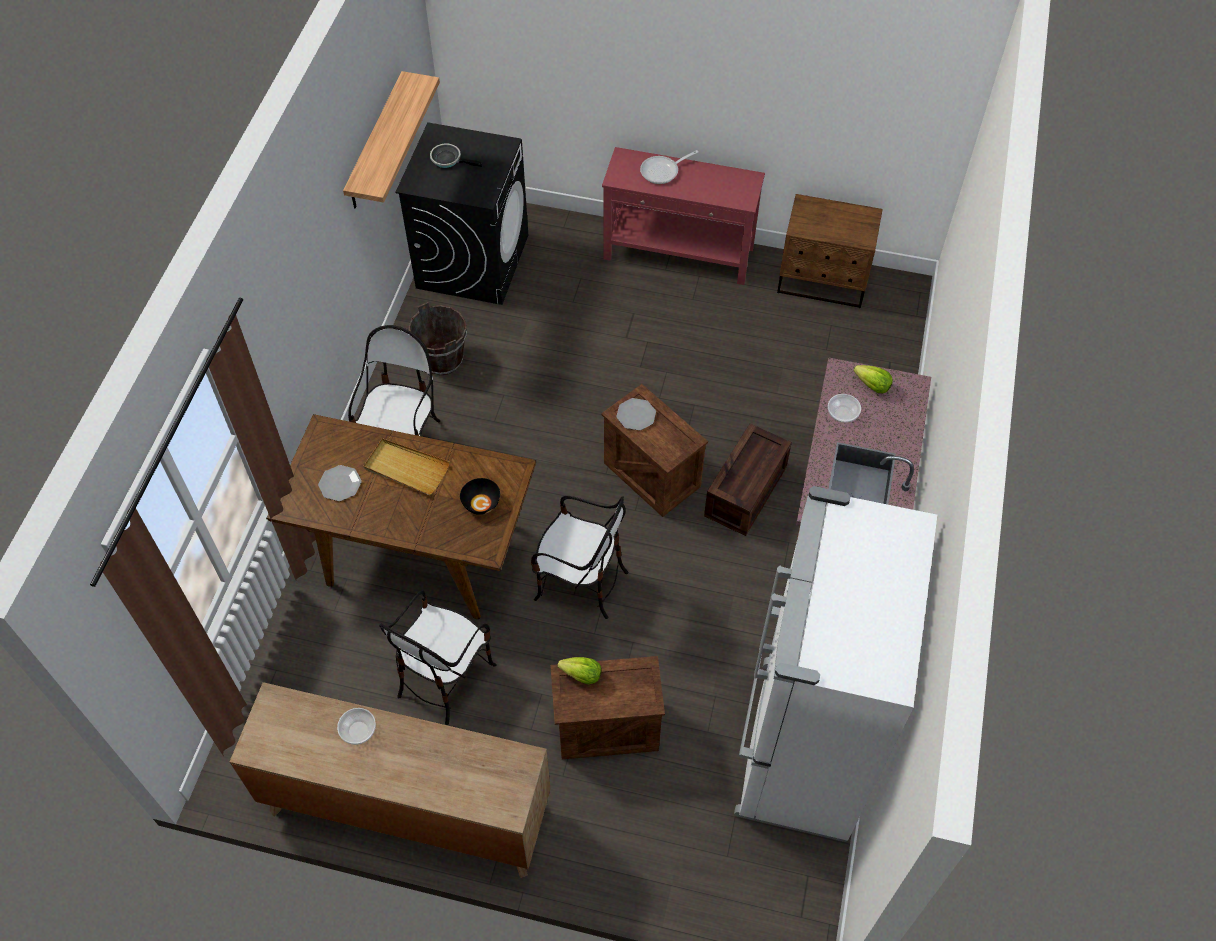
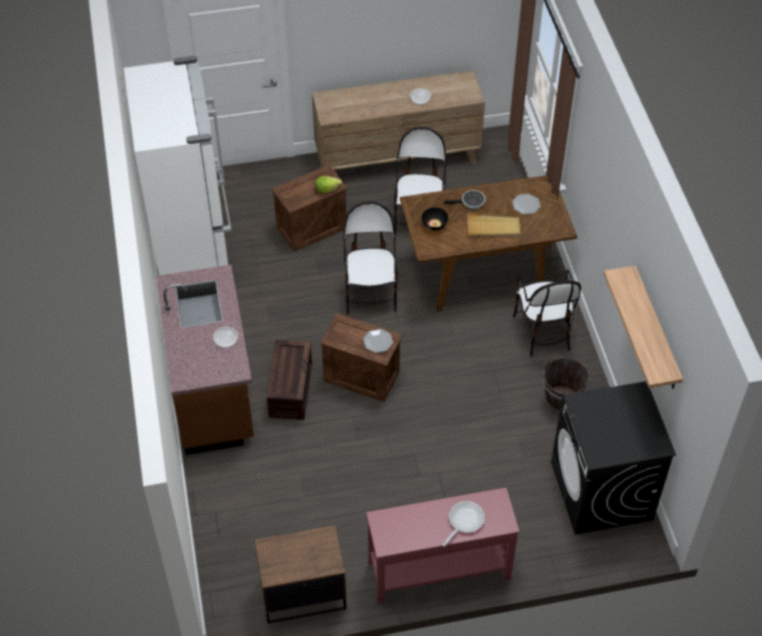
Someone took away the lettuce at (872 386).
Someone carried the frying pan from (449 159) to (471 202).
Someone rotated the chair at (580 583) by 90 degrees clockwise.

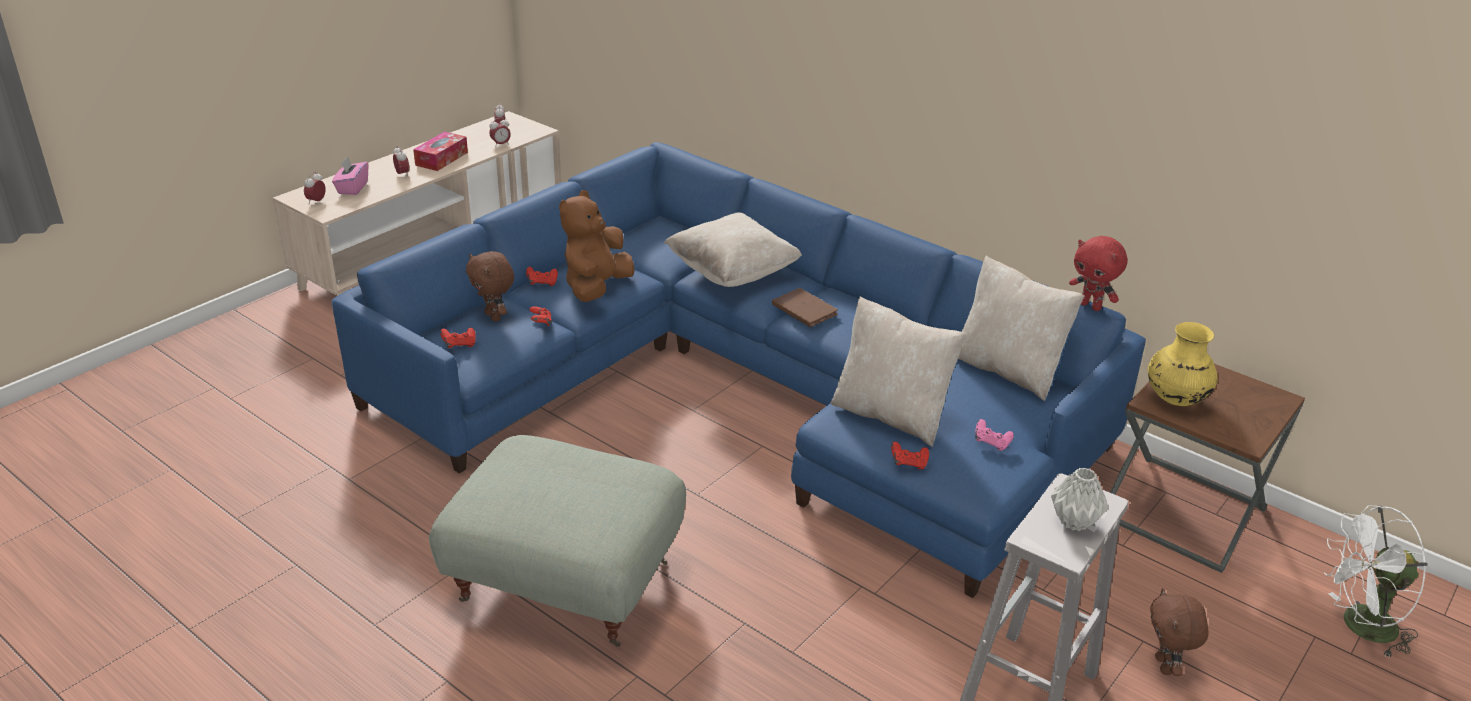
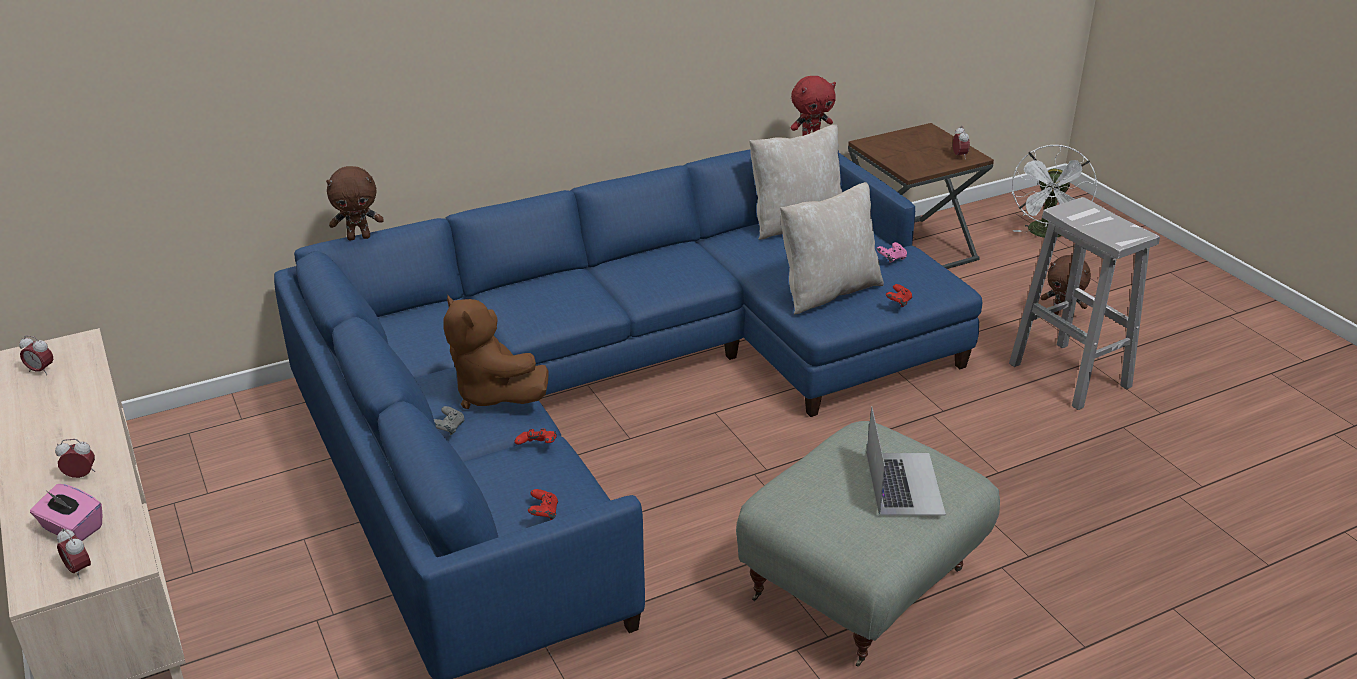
Someone took away the tissue box at (441 159).
Someone took away the pillow/beige at (732 273).
Someone took away the book/brown at (804 310).
Someone took away the vase/grey at (1075 522).
Someone took away the vase/yellow at (1174 399).
Someone put down the laptop at (904 483).
Someone carried the plush toy/brown from (494 316) to (359 237).
Someone carried the alarm clock from (500 144) to (959 156).
Someone repainted the game controller/red at (542 283), which became the game controller/grey at (448 429).

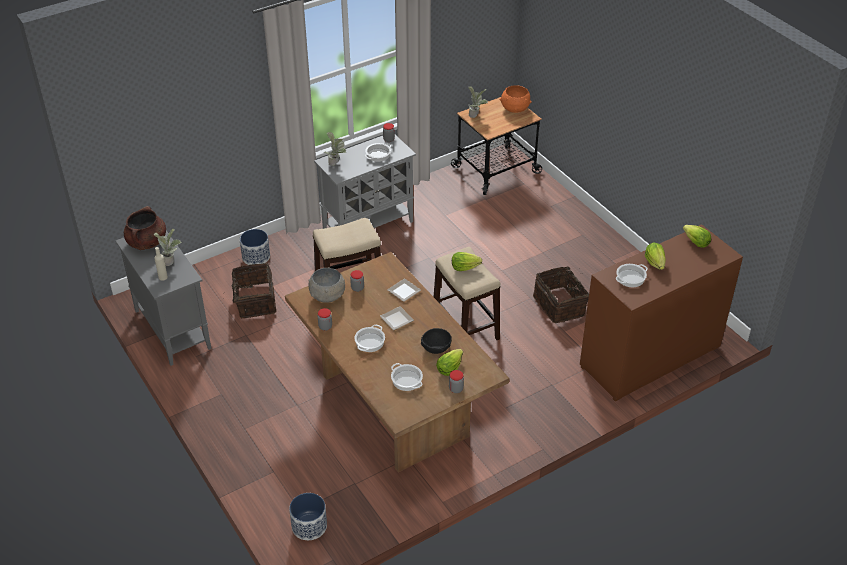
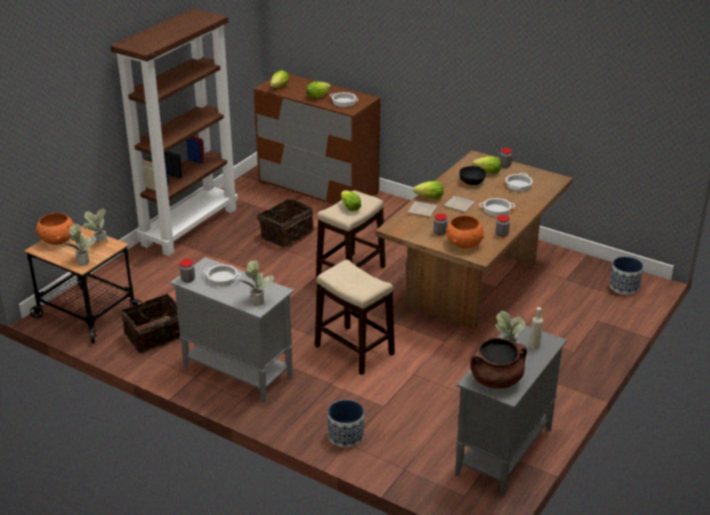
Someone put down the potted plant at (98 243).
Someone put down the bookcase/brown at (189 226).
Someone put down the lettuce at (430 197).
Someone carried the basket from (254 301) to (155 336).
Someone repainted the bowl/grey at (327 295), which became the bowl/orange at (464 244).

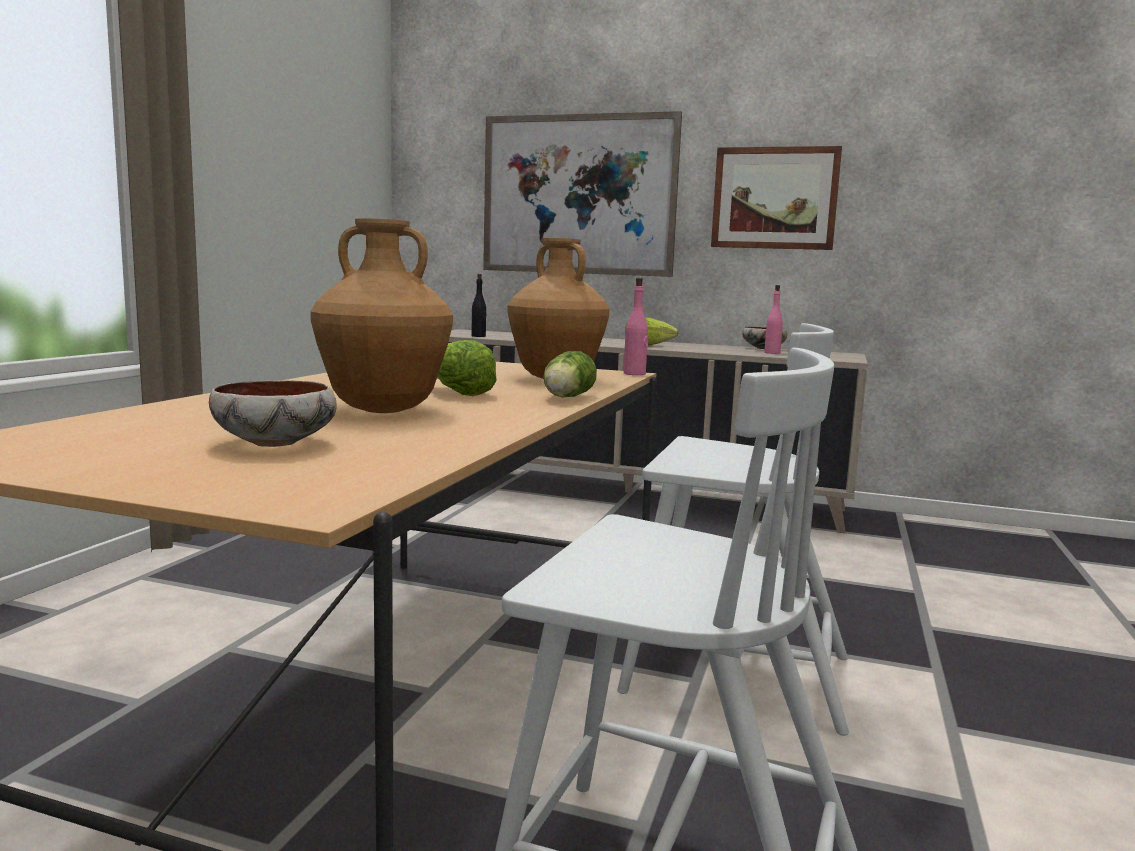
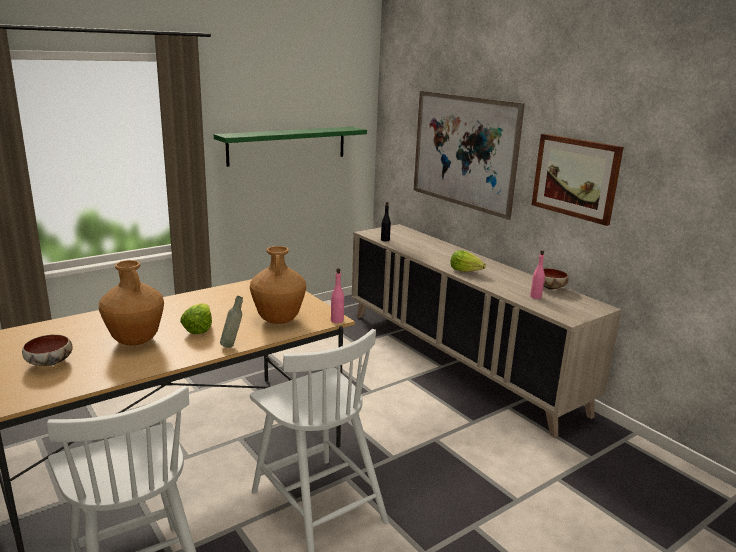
Someone put up the shelf/green at (287 145).
Someone swapped the lettuce at (566 398) for the bottle/grey at (232 345).

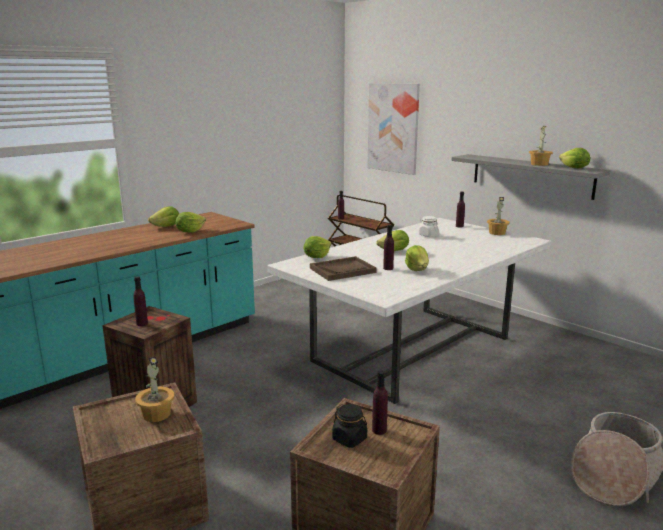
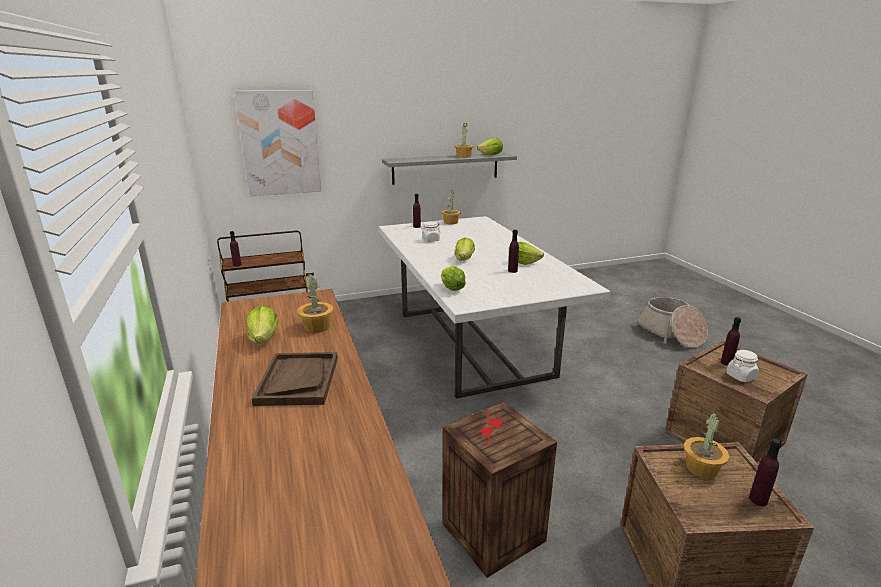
Someone carried the bottle/purple from (142 324) to (758 500).
Someone carried the tray/brown from (342 270) to (298 380).
Someone swapped the lettuce at (190 231) for the potted plant at (317 327).
Someone repainted the jar/black at (350 439), which became the jar/white at (741 376).

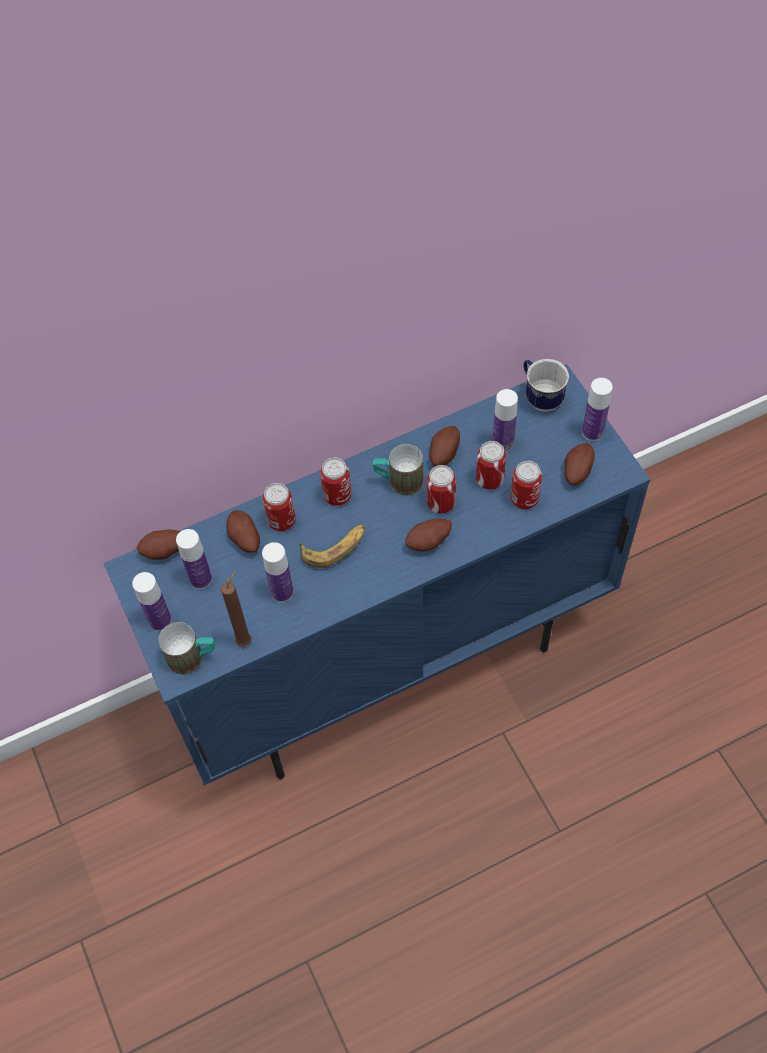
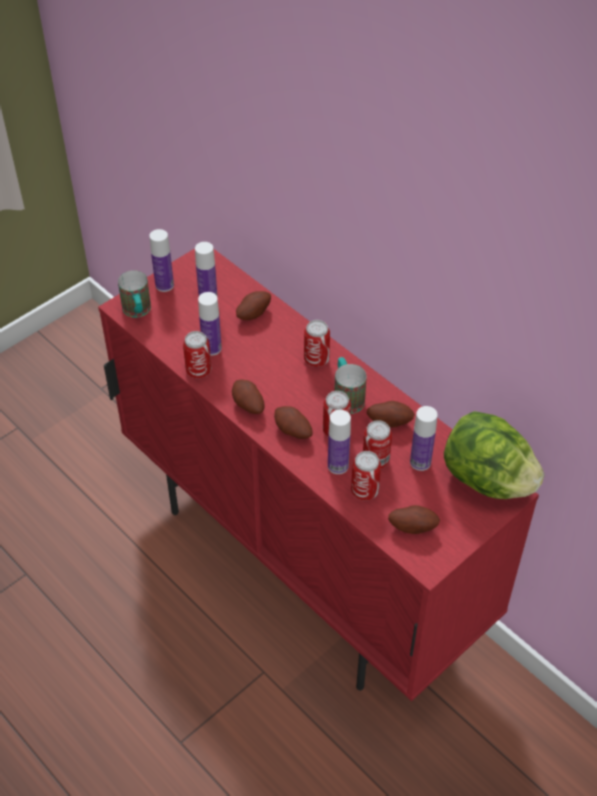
Someone took away the candle/brown at (246 640).
Someone took away the banana at (335 547).
Someone carried the potato from (165 552) to (247 406).
Someone carried the can from (281 521) to (198 371).
Someone carried the bottle from (592 432) to (338 466).
Someone swapped the mug at (540 397) for the lettuce at (487 480).
Someone repainted the cabinet/blue at (390 662), which became the cabinet/red at (303 564).

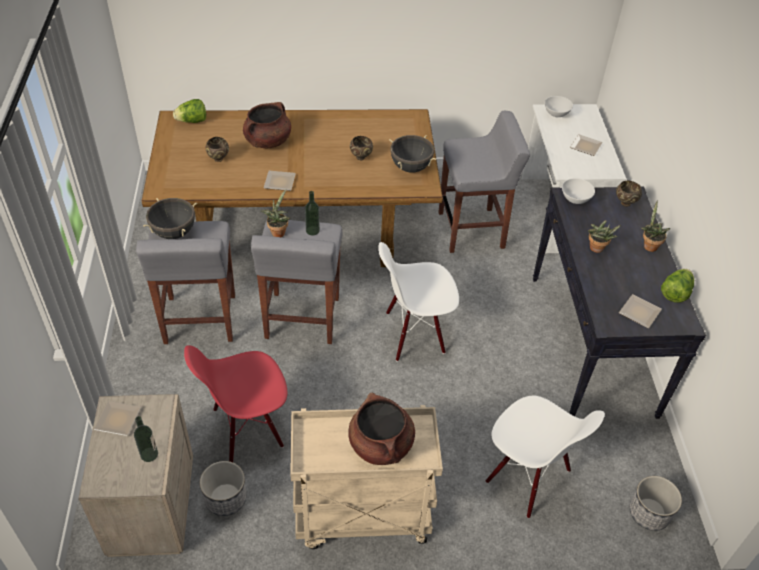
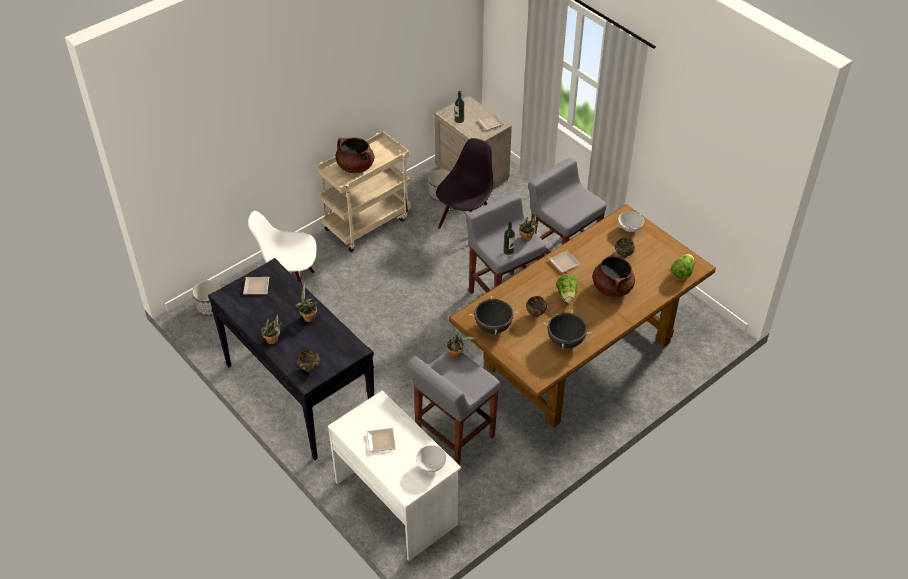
Someone took away the chair/white at (414 334).
Someone put down the potted plant at (457 354).
Someone carried the cooking pot/black from (174 232) to (566 341).
Someone carried the bowl/white from (575 200) to (630 228).
Someone carried the lettuce from (675 293) to (567 295).
Someone repainted the chair/red at (247 429), which became the chair/black at (465 225).

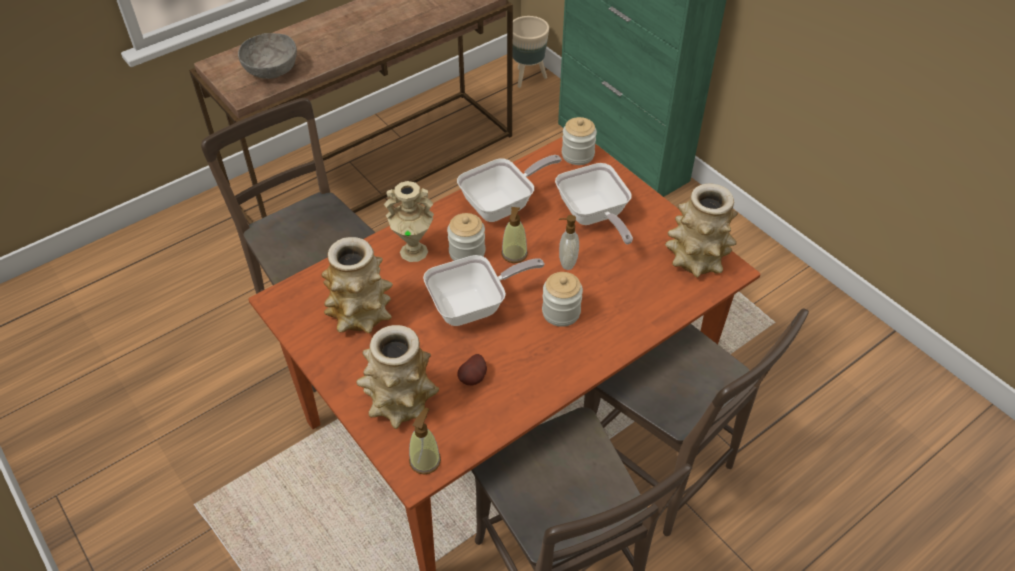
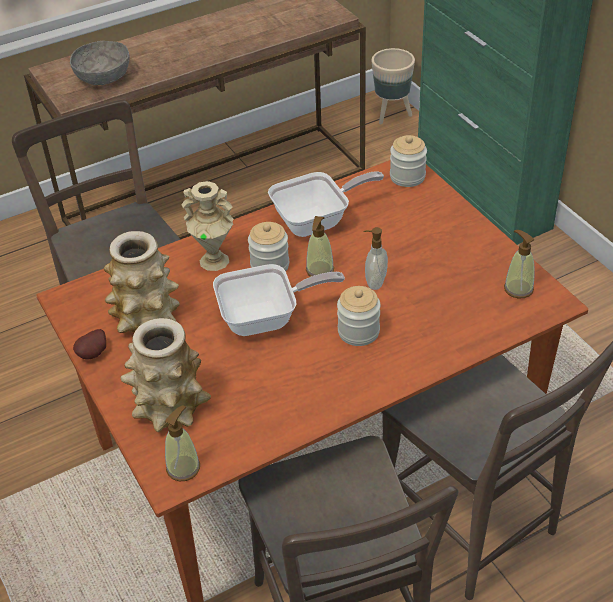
Someone took away the frying pan at (593 217).
Someone carried the potato from (474 378) to (94 354).
Someone swapped the vase at (696 259) for the soap dispenser at (518 288).

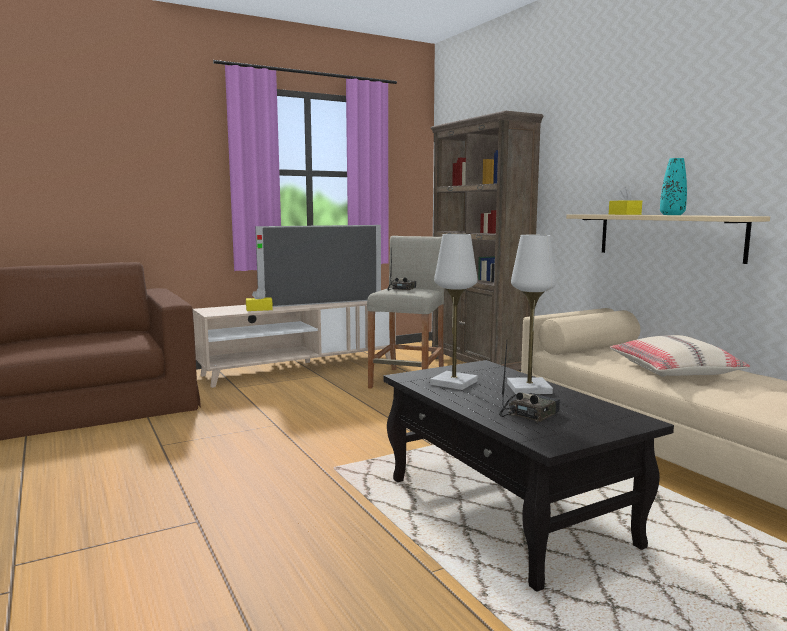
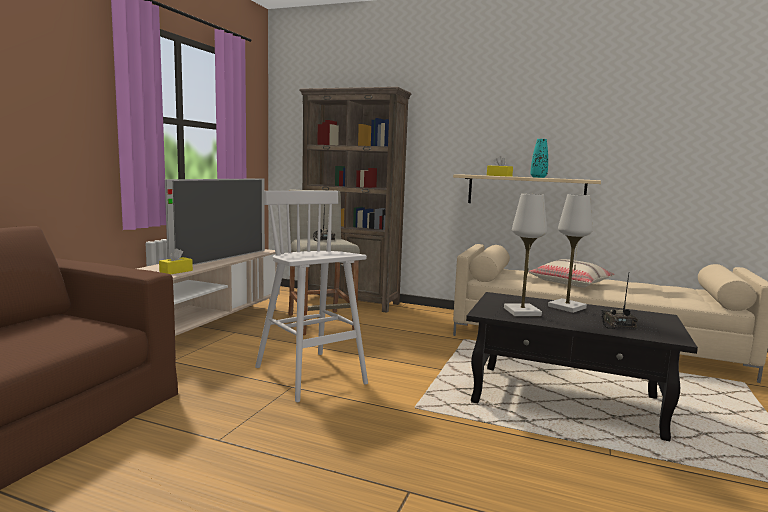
Someone put down the stool/white at (311 376).

